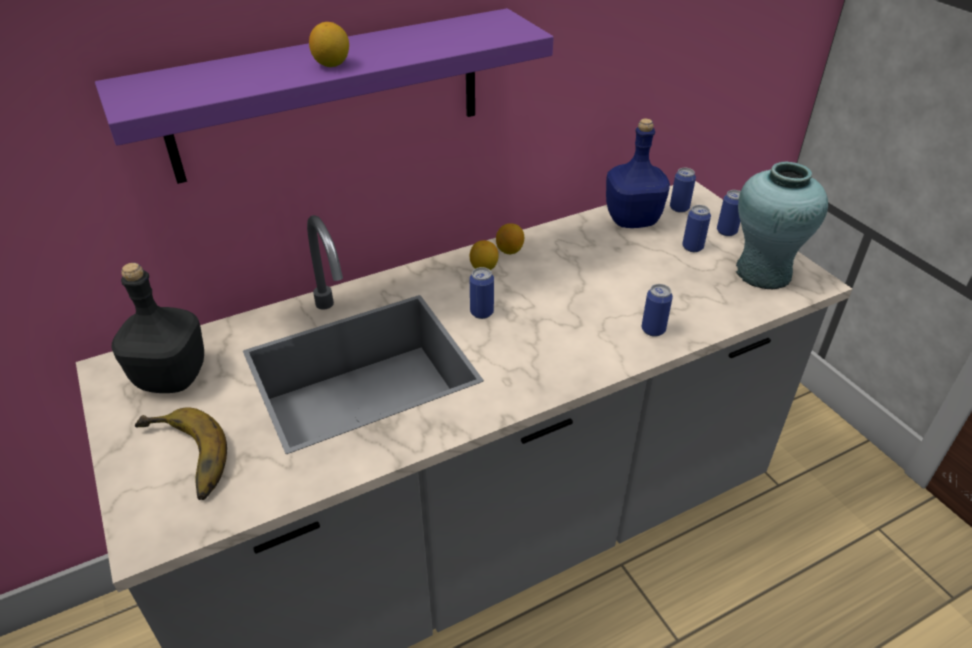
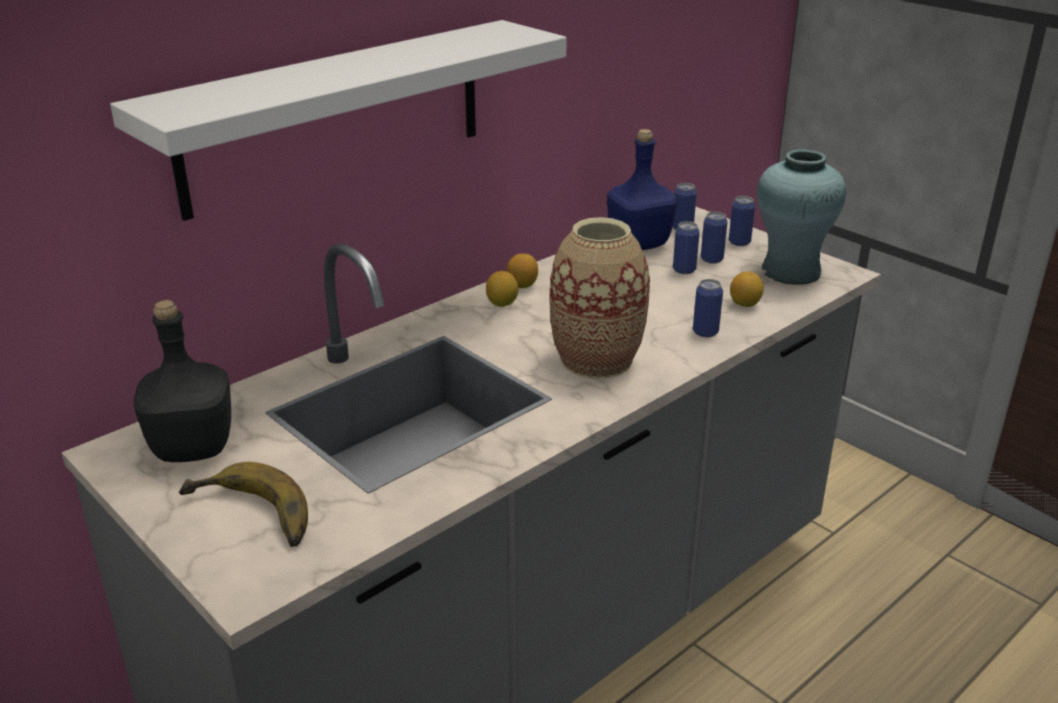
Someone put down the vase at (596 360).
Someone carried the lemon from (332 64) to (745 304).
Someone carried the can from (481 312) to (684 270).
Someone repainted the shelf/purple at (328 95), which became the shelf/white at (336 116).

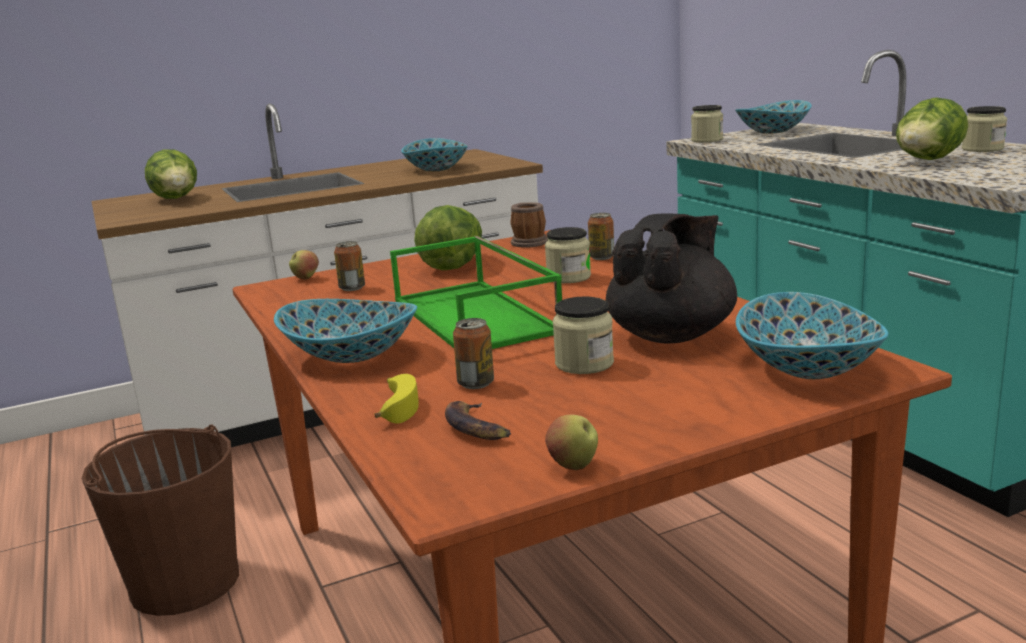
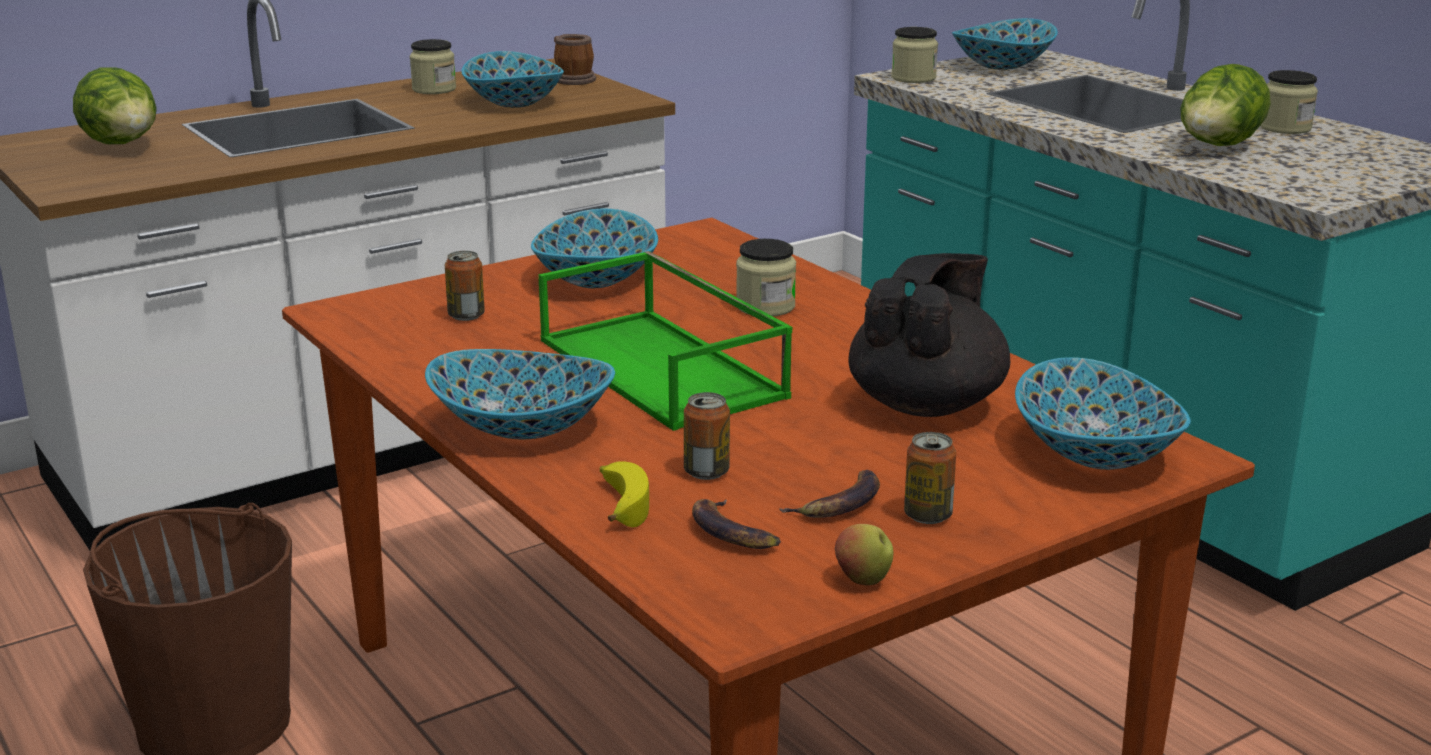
Someone took away the apple at (306 278).
Someone put down the banana at (839 503).
Someone carried the mug from (527 242) to (571 79).
Someone carried the jar from (584 363) to (434 89).
Someone carried the can from (602 257) to (927 515).
Someone swapped the lettuce at (453 265) for the bowl at (594 279).

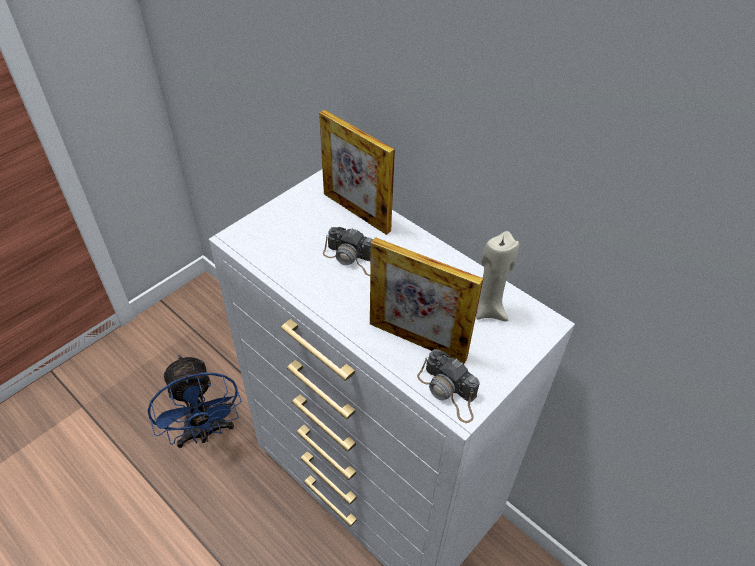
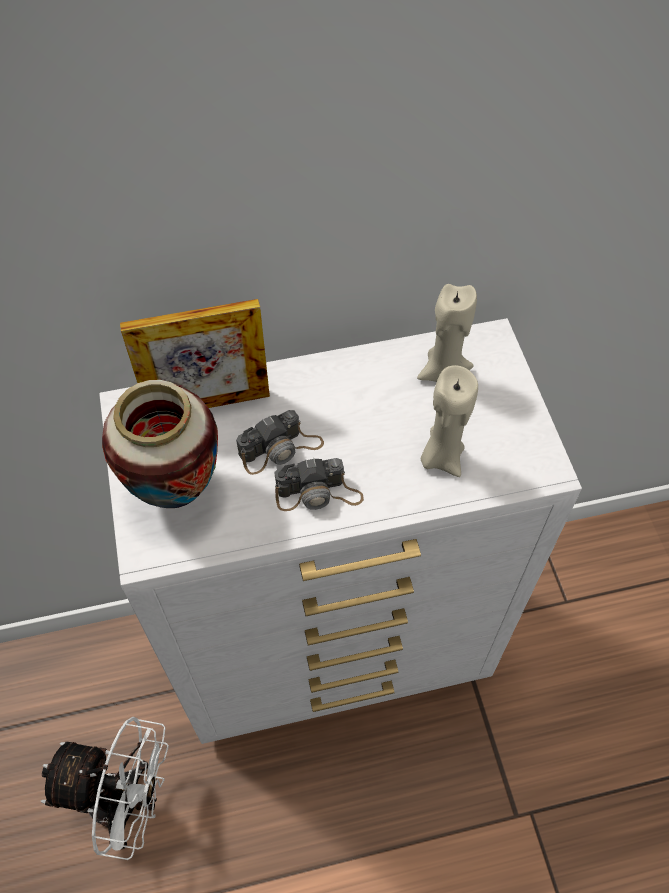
Someone put down the vase at (176 492).
Someone carried the photo camera from (449 391) to (318 493).
Someone swapped the picture frame at (417 341) for the candle/beige at (441 456).
Someone repainted the fan/blue at (205 432), which became the fan/white at (128 803).

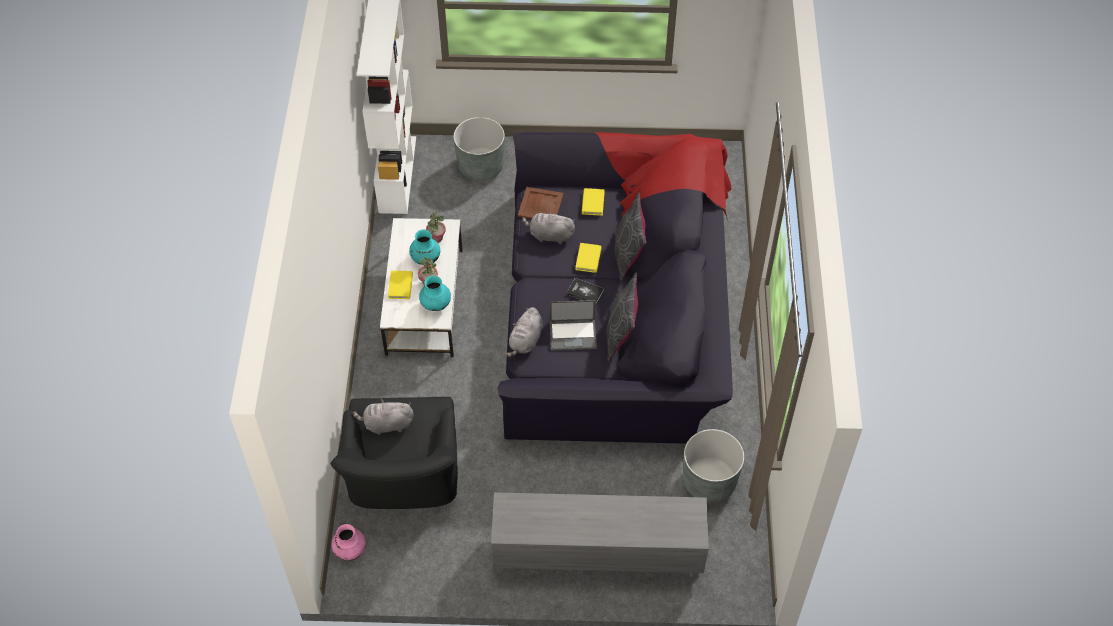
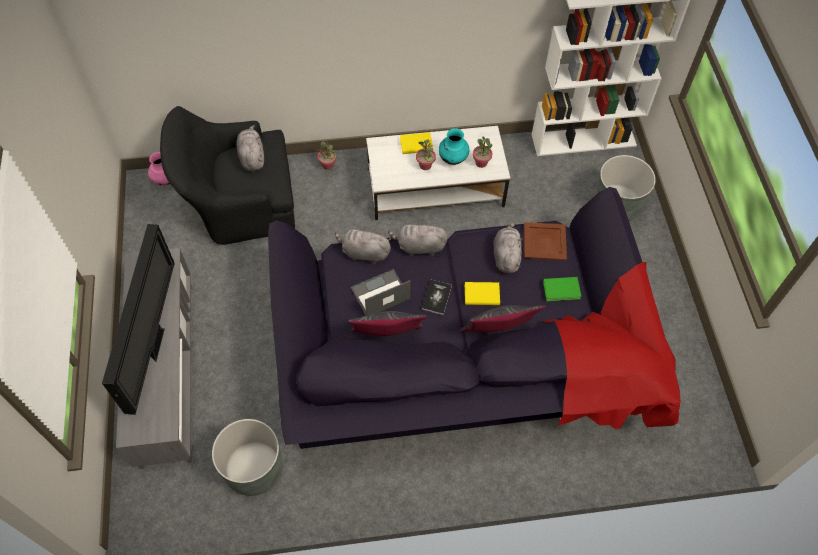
Someone took away the vase/turquoise at (436 305).
Someone put down the television at (156 342).
Someone put down the potted plant at (328 165).
Someone put down the plush toy/grey at (419 247).
Someone repainted the book/yellow at (593 203), which became the book/green at (561 290).
Someone rotated the laptop at (573 334) by 75 degrees clockwise.

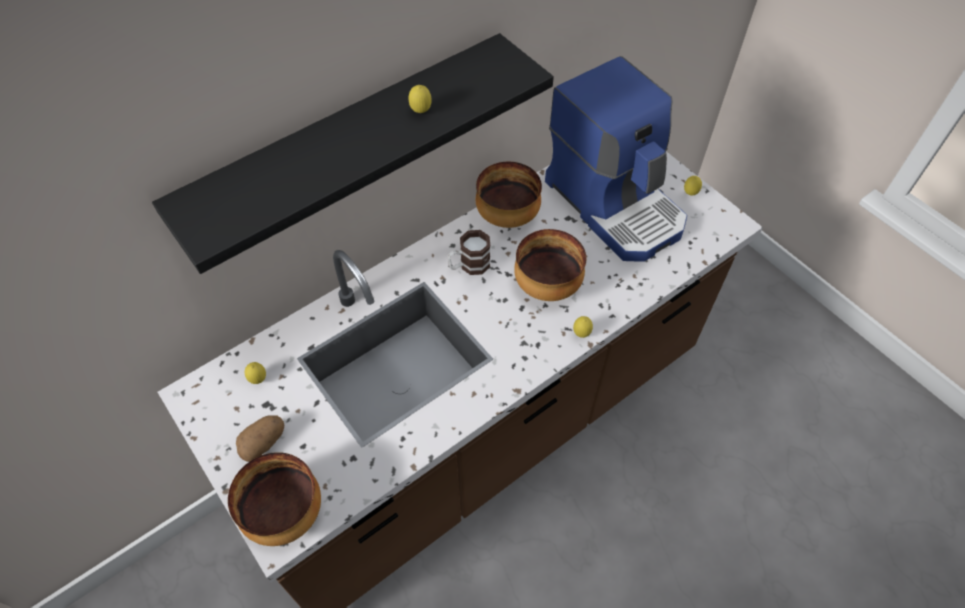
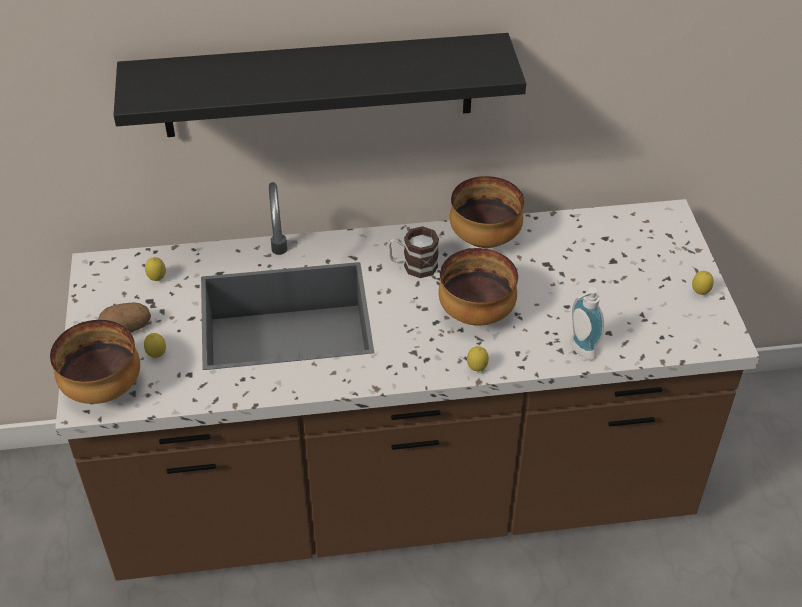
Someone took away the coffee machine at (616 204).
Someone put down the soap dispenser at (579 351).
Someone carried the lemon from (421 112) to (157 355).

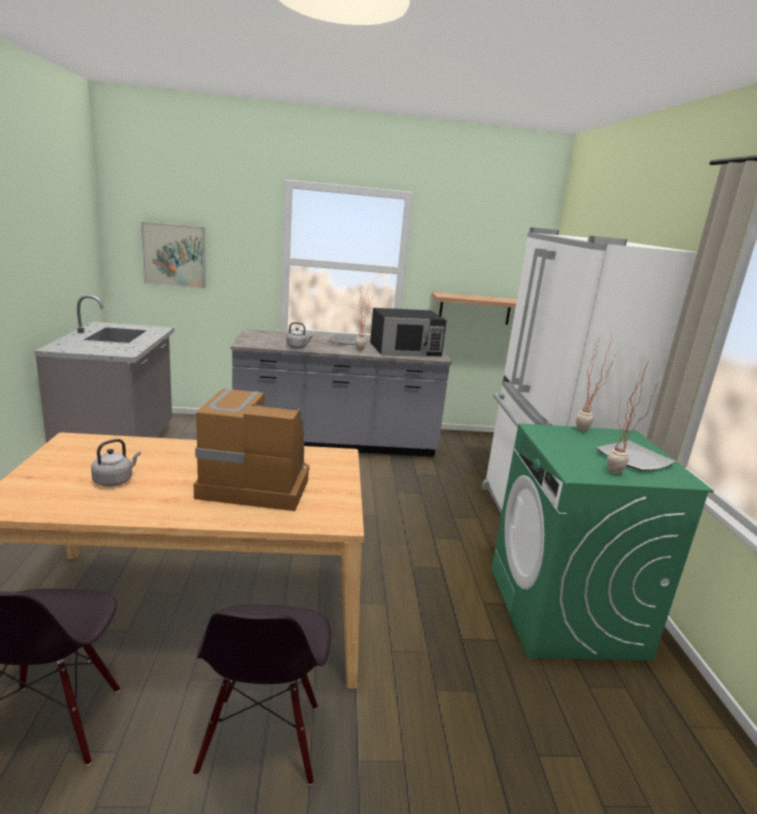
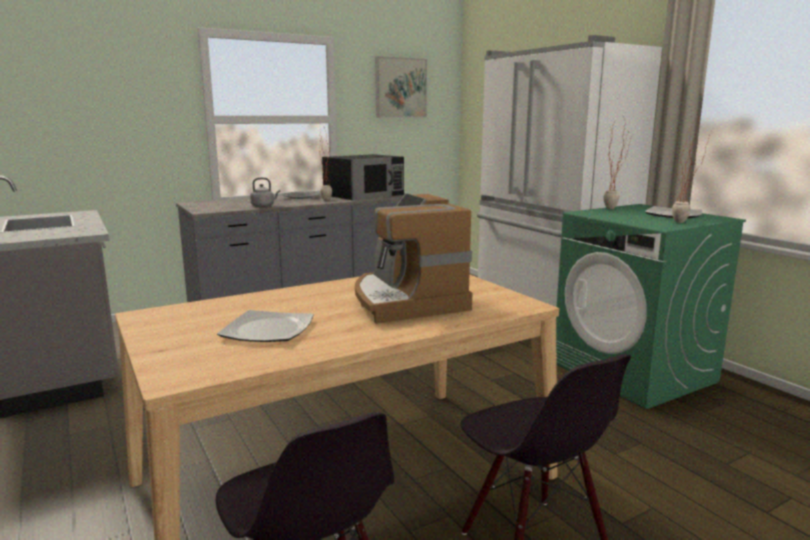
Someone took away the shelf at (475 308).
Someone carried the picture from (174 255) to (401 88).
Someone swapped the kettle/grey at (115 480) for the plate at (267 330).
Someone rotated the coffee machine at (254 483) by 90 degrees counterclockwise.

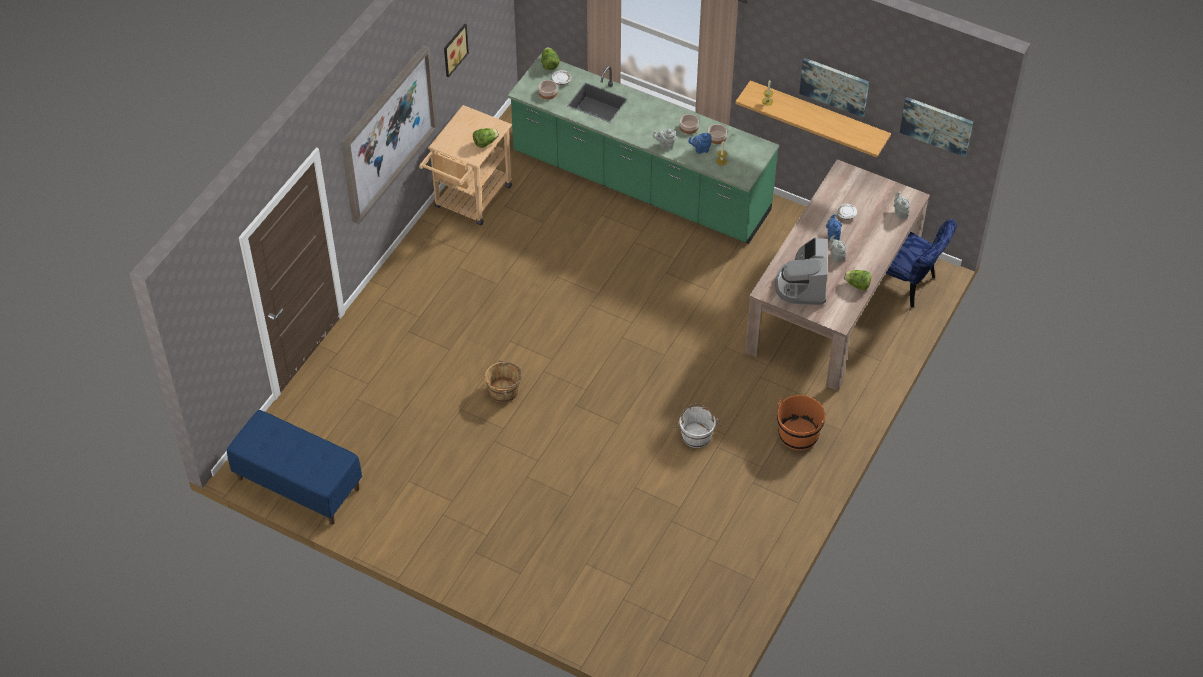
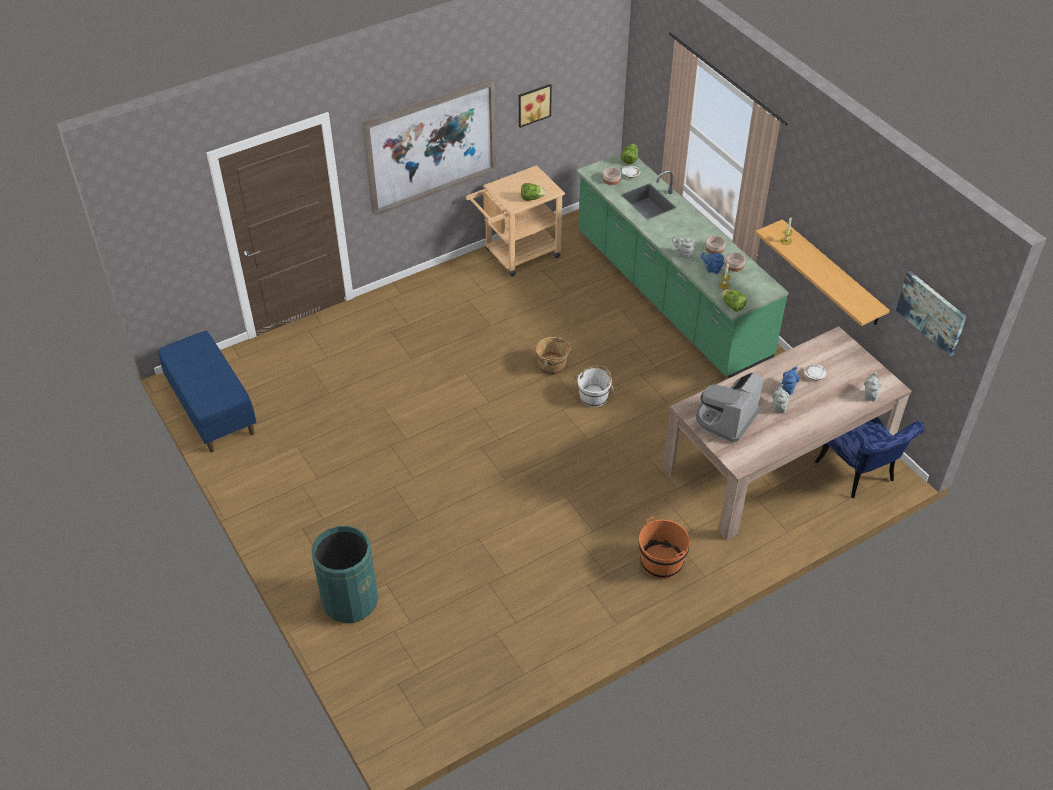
Someone took away the picture at (834 86).
Someone put down the trash can/green at (350 600).
Someone carried the bucket/brown from (504 391) to (552 365).
Someone carried the bucket/white from (696 435) to (594 396).
Someone carried the lettuce from (857 285) to (732 306).

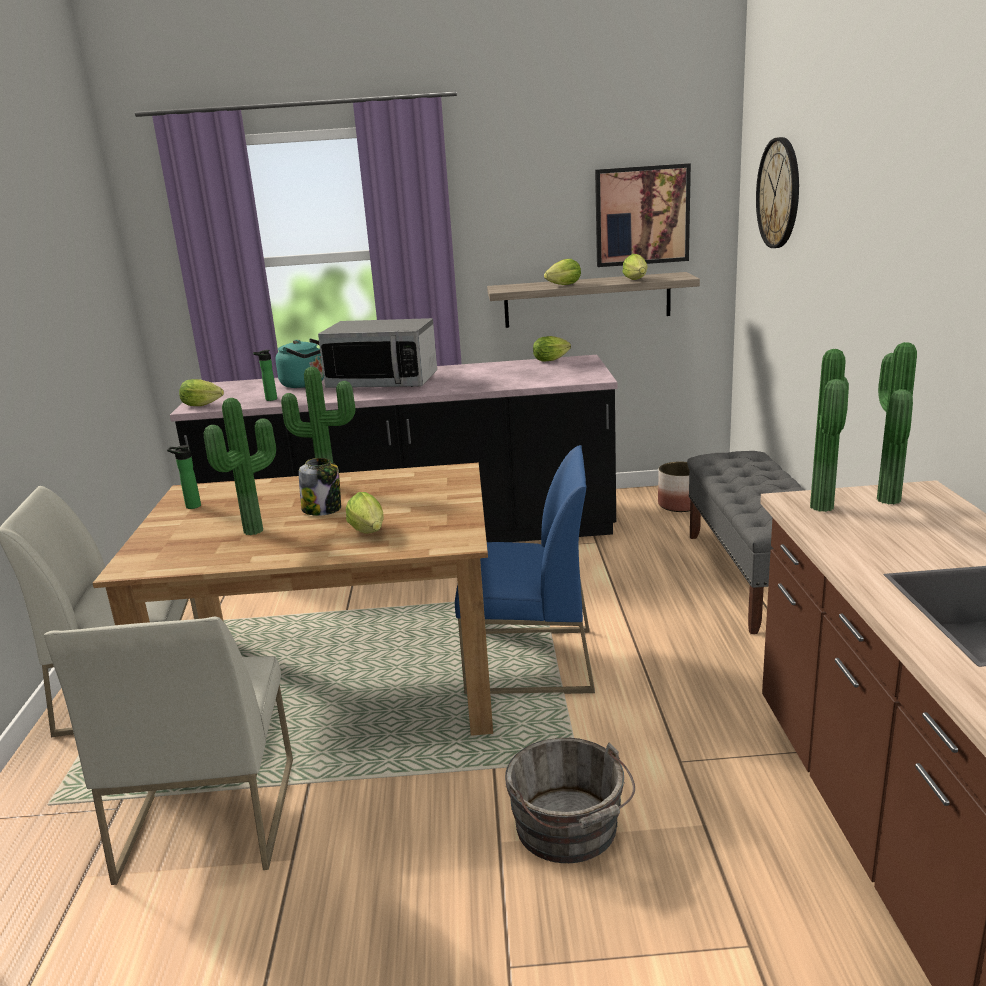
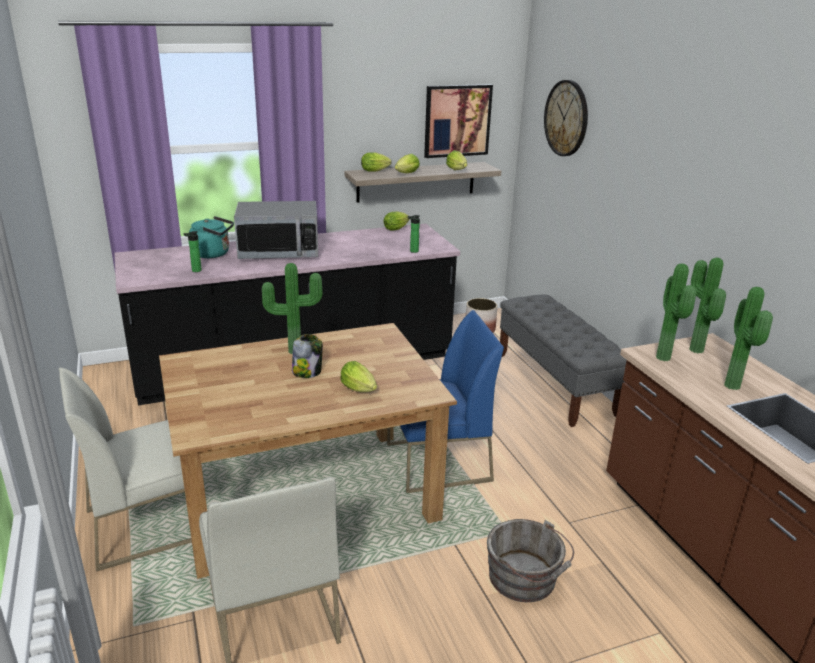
Someone carried the bottle from (191 506) to (412 251).
Someone carried the lettuce from (204 405) to (376 171).
Someone carried the potted plant from (256 531) to (735 386).

